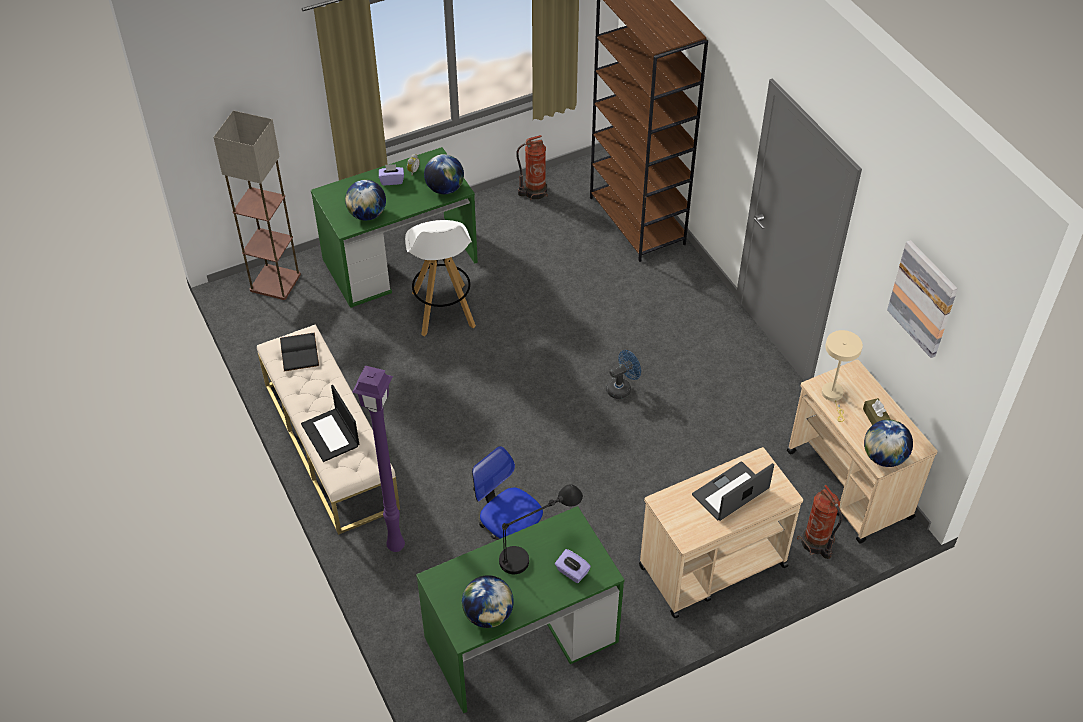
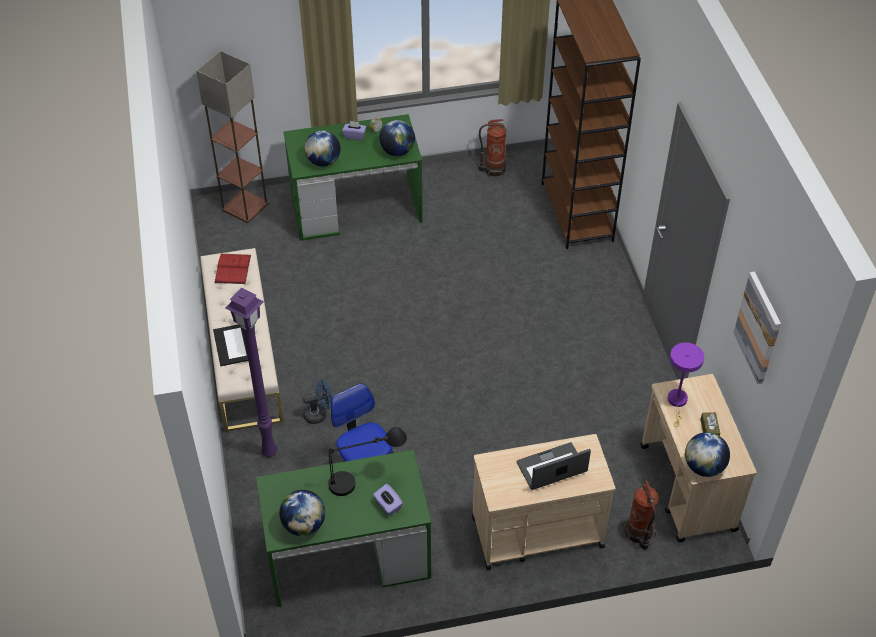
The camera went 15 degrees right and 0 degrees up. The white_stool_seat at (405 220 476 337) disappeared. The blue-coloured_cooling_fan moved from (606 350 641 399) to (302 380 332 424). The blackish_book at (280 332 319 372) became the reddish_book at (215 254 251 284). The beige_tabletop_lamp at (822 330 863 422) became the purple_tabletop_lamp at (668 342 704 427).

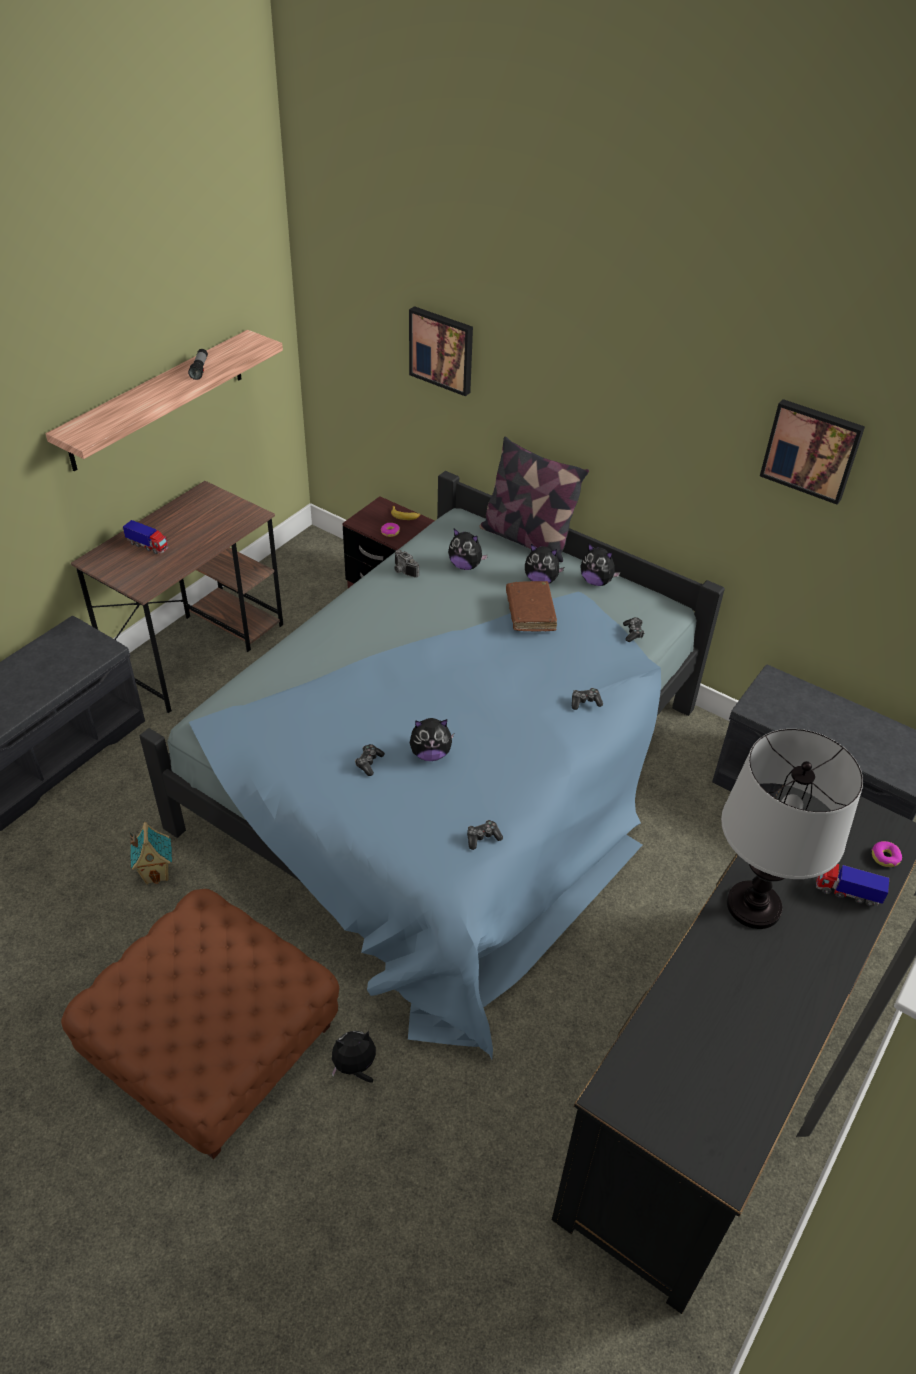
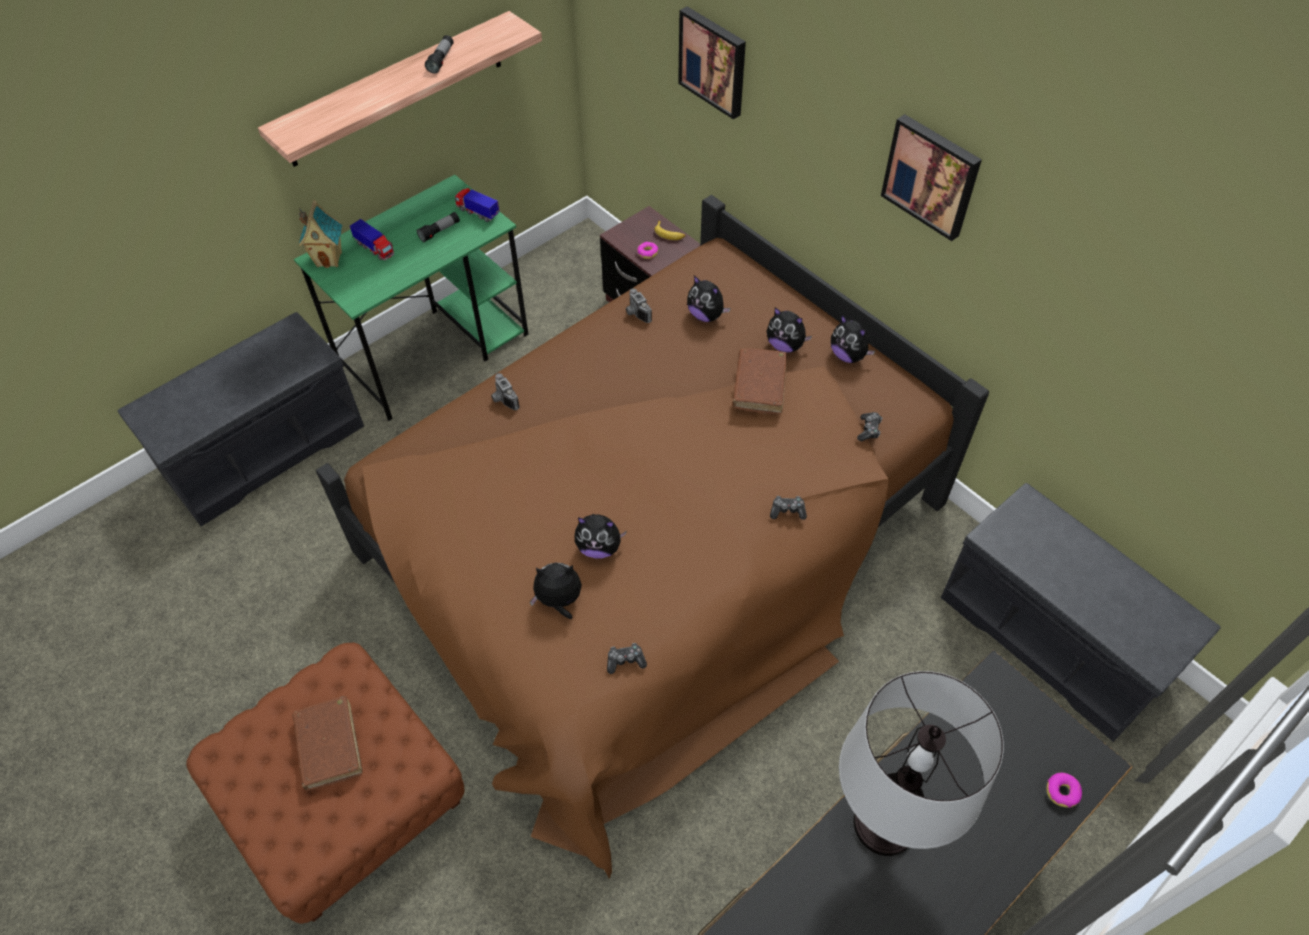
The camera went 15 degrees right and 10 degrees up. The gamepad at (355 744 385 776) disappeared. The throw_pillow at (479 436 589 562) disappeared. The brownish_book at (292 696 363 791) appeared. The torch at (417 212 460 242) appeared. The still_camera at (491 373 520 410) appeared. The model_house moved from (129 822 172 884) to (299 200 343 268). The cuddly_toy moved from (332 1031 376 1083) to (530 563 582 619). The picture moved from (760 399 865 505) to (881 114 982 241). The model_truck moved from (816 864 889 906) to (455 188 500 222). The brownish_desk at (71 481 284 713) became the greenish_desk at (294 175 529 421). The blue-coloured_sleeping_bed at (139 471 725 1059) became the brownish_sleeping_bed at (316 195 989 878).

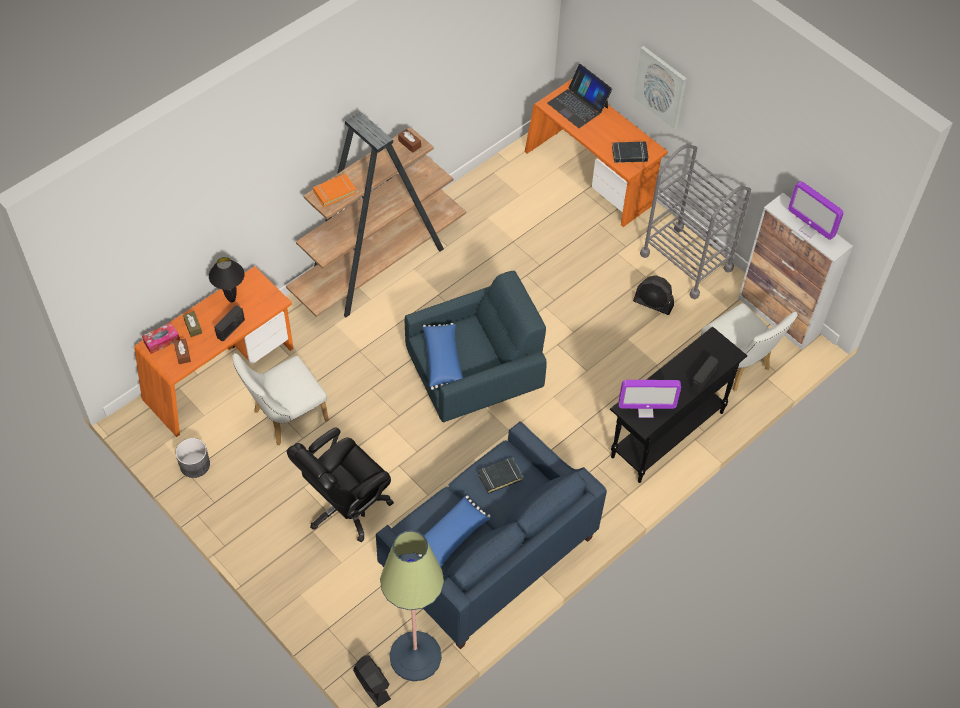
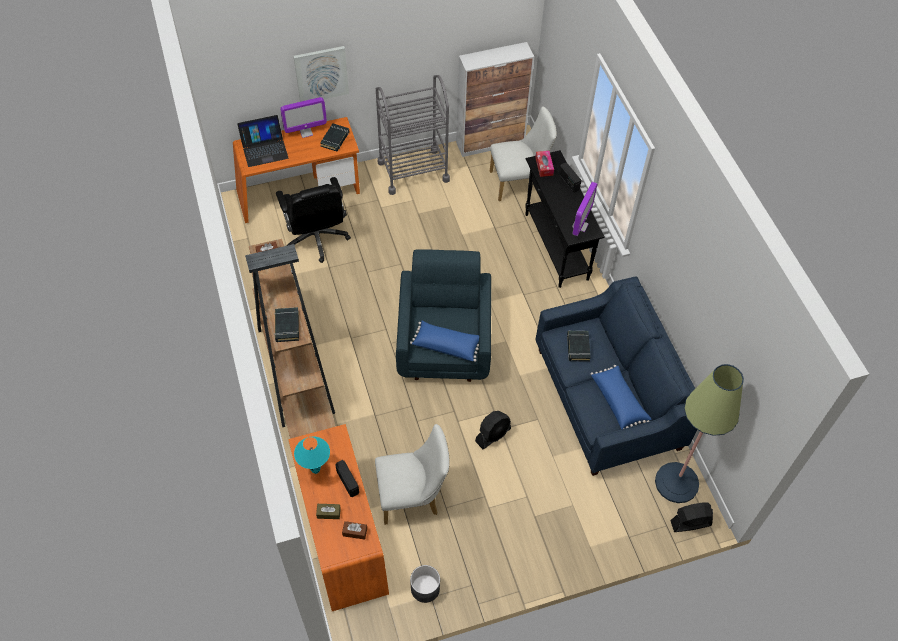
The camera went 65 degrees left and 0 degrees up. The box_of_tissues moved from (142 322 180 354) to (535 151 554 177). The blackish_computer_chair moved from (287 427 394 542) to (276 177 351 263). The blackish_cooling_fan moved from (633 275 674 315) to (475 411 511 450). The monitor moved from (788 181 843 240) to (280 97 327 138). The blackish_tabletop_lamp at (209 257 245 302) became the turquoise-coloured_tabletop_lamp at (294 437 330 474). The orange_book at (313 174 356 207) became the blackish_book at (274 307 299 342). The white_plain_chair at (232 353 329 445) turned 90 degrees counterclockwise.

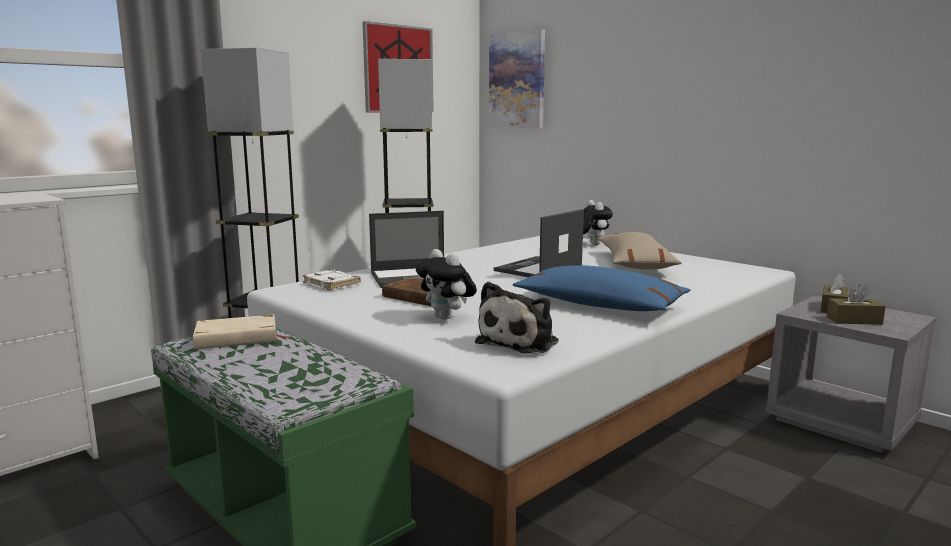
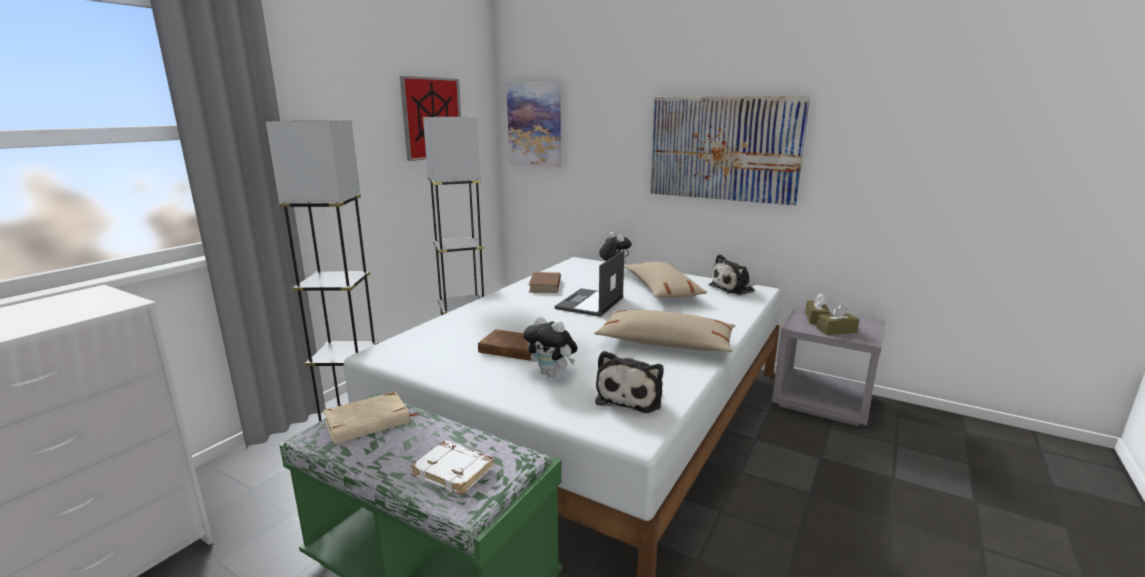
The camera went 15 degrees left and 5 degrees up. The portable_computer at (369 211 444 288) disappeared. The brownish_book at (529 272 561 293) appeared. The picture at (650 96 810 206) appeared. The cuddly_toy at (709 254 755 295) appeared. The white_book moved from (303 269 361 291) to (411 441 495 495). The blue-coloured_throw_pillow at (513 265 691 311) became the beige_throw_pillow at (594 310 735 352).

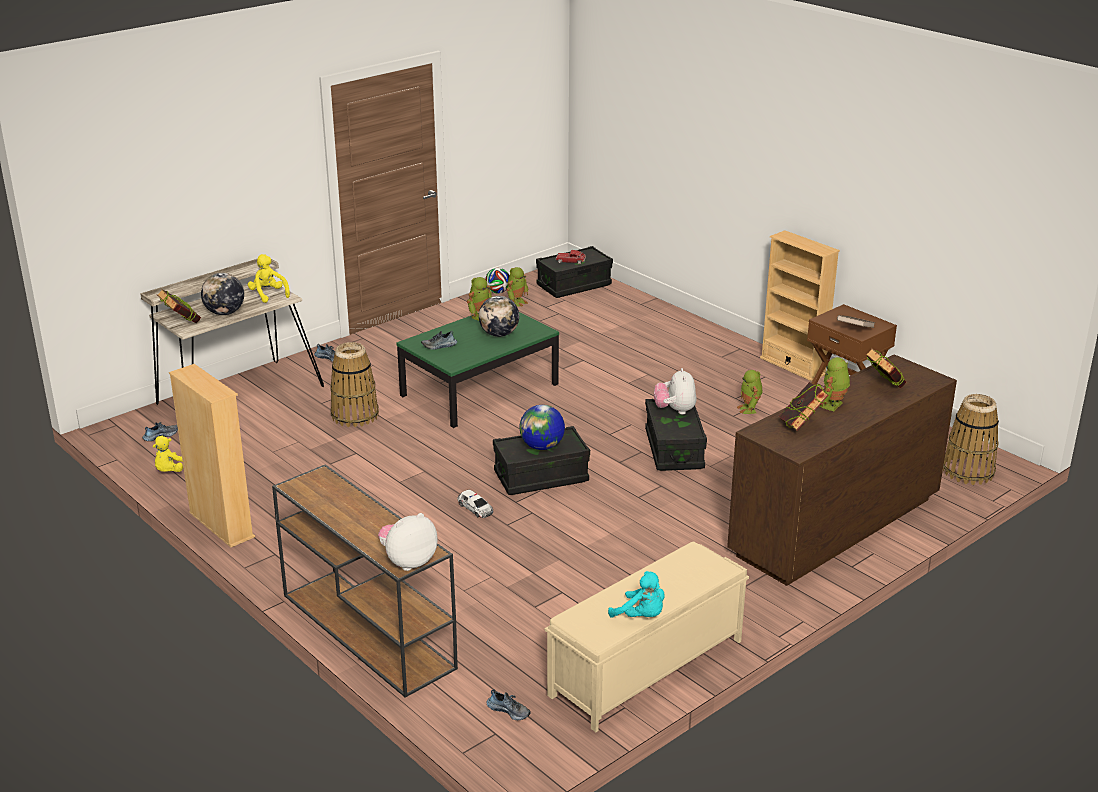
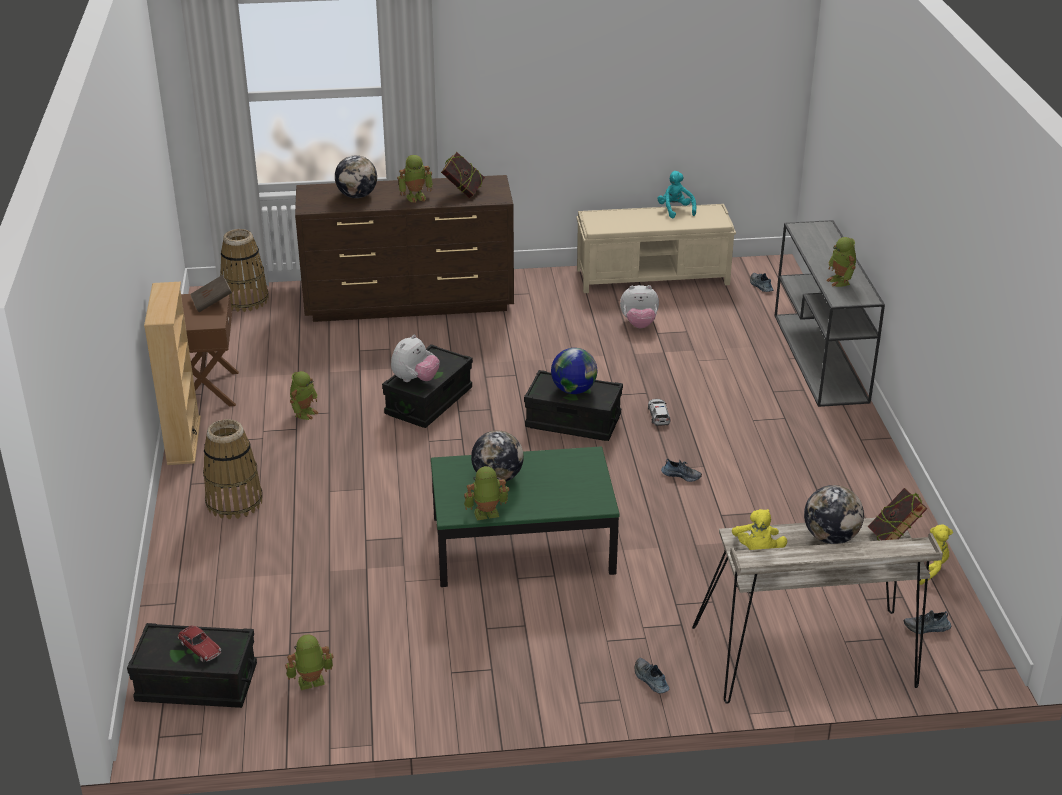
The camera went 145 degrees left and 5 degrees up. The beige_shelving_unit at (169 364 255 547) disappeared. The football at (485 268 510 293) disappeared. The robot_figure at (826 237 856 287) appeared. The household_basket moved from (330 342 379 427) to (203 419 263 519). The cuddly_toy moved from (378 513 437 571) to (620 285 659 328). The low_shoe moved from (421 331 457 350) to (661 459 702 482). The book at (866 348 906 389) was replaced by the globe at (335 155 377 198). The brownish_console_table at (272 464 458 698) became the gray_console_table at (775 220 885 407).

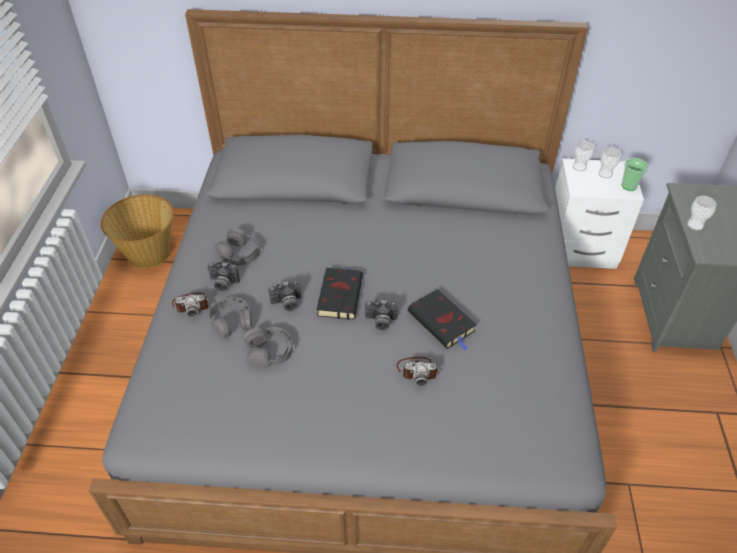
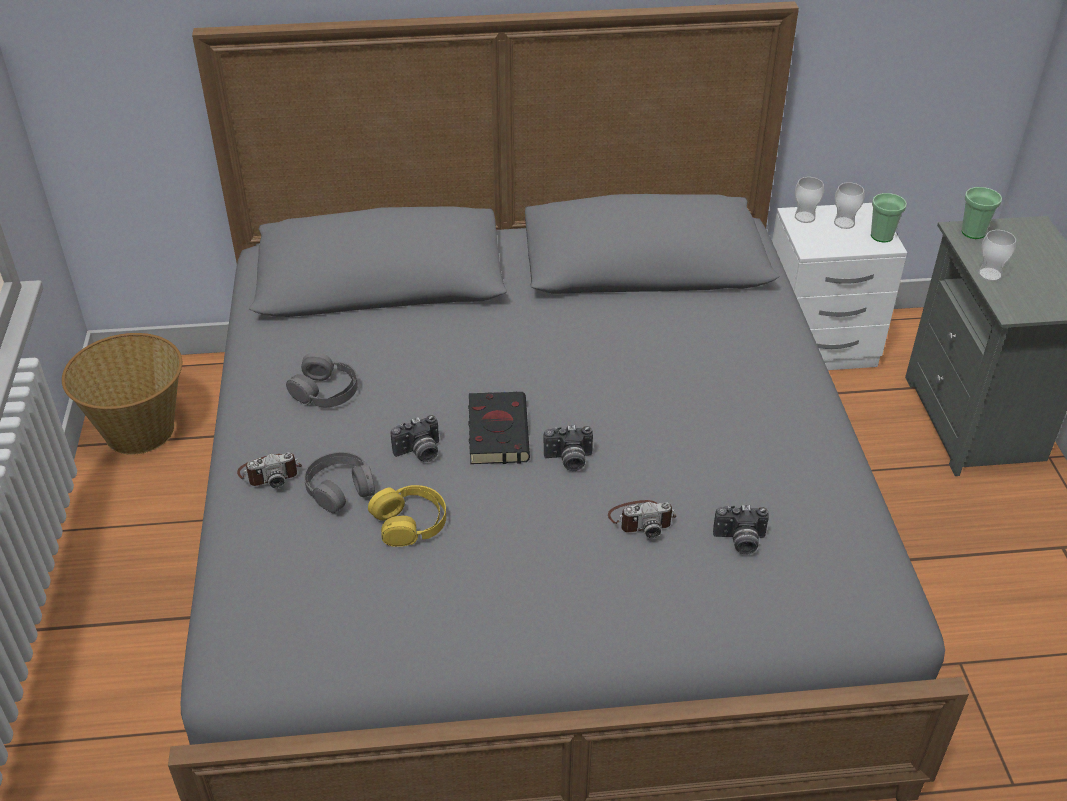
The camera went 10 degrees left and 5 degrees down. The blackish_book at (408 289 477 351) disappeared. The small_cup at (961 187 1002 239) appeared. The still_camera moved from (207 262 240 291) to (713 505 769 555). The gray_headphones at (243 327 293 367) became the yellow_headphones at (368 485 446 547).

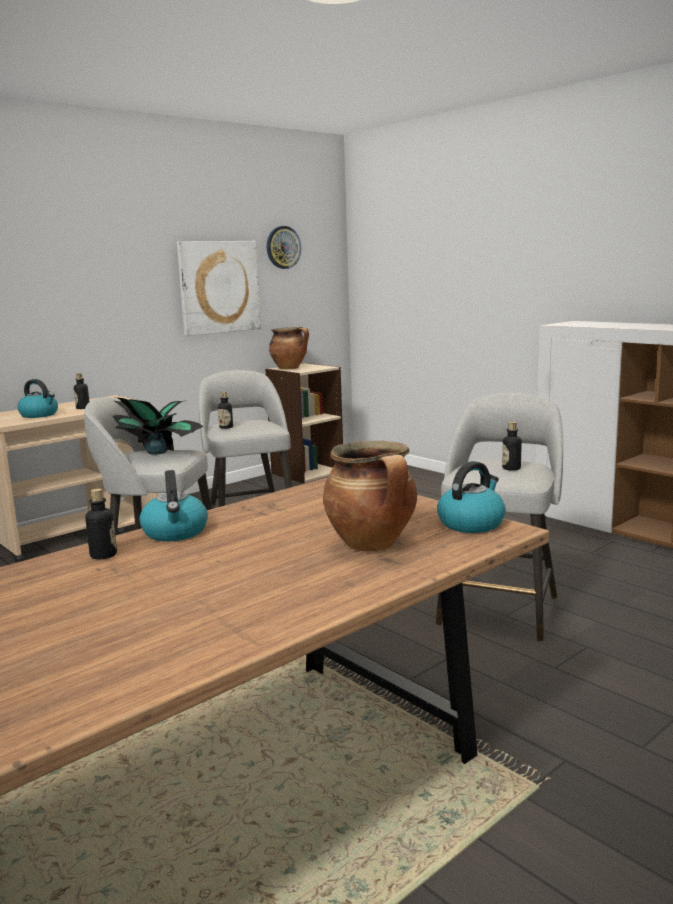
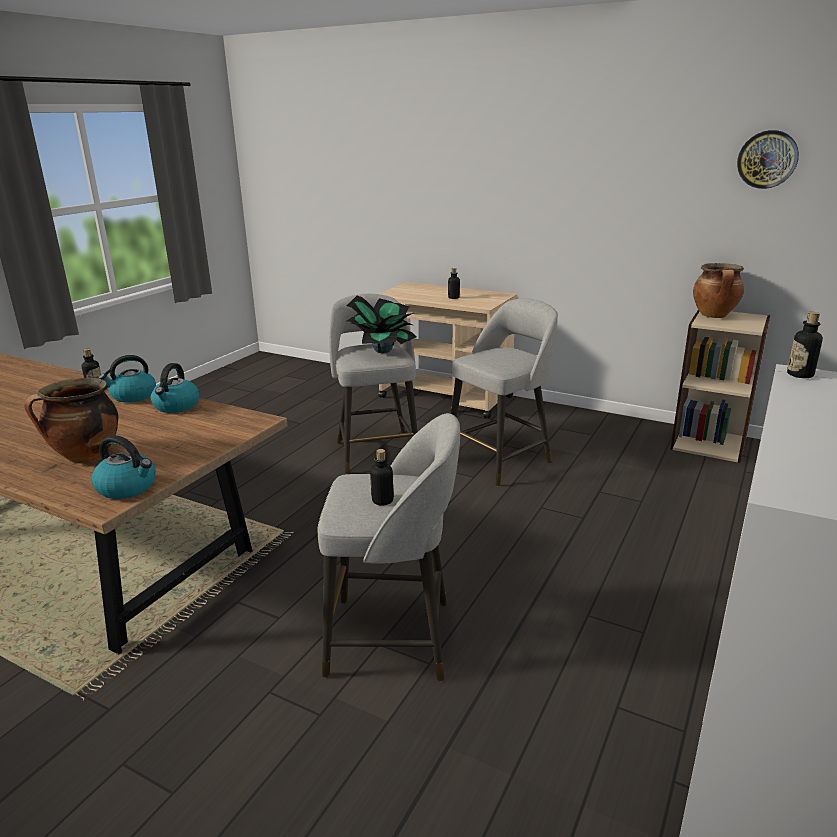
The camera went 70 degrees right and 10 degrees up. The picture at (177 241 261 336) disappeared. The tea_kettle moved from (18 379 58 418) to (151 363 199 413). The drink_bottle moved from (218 392 233 429) to (787 312 823 378).

